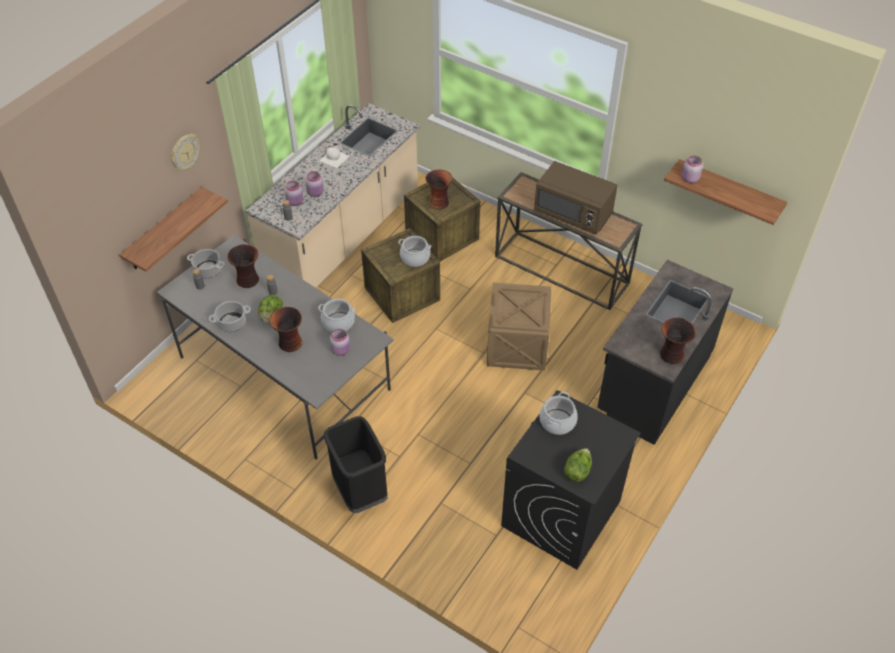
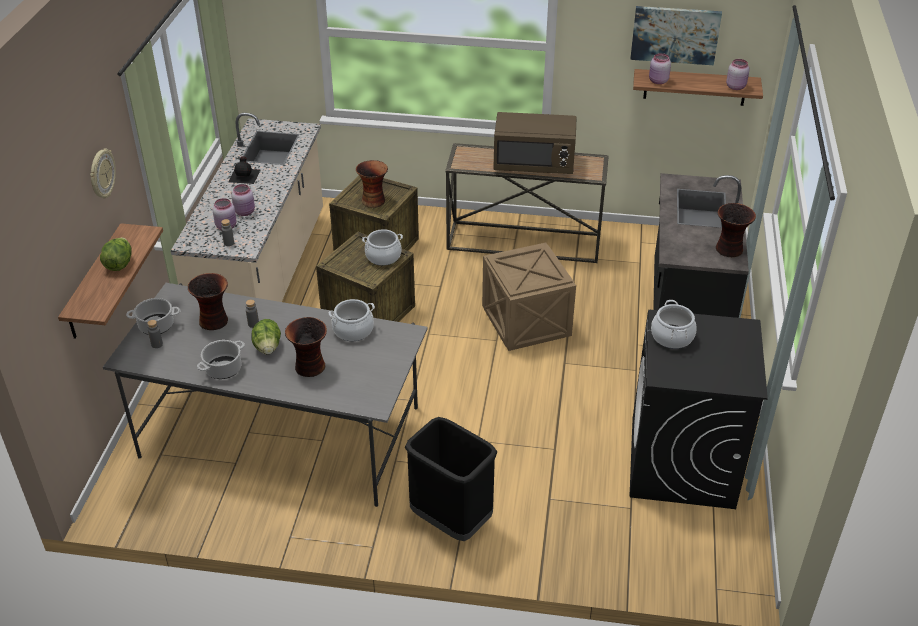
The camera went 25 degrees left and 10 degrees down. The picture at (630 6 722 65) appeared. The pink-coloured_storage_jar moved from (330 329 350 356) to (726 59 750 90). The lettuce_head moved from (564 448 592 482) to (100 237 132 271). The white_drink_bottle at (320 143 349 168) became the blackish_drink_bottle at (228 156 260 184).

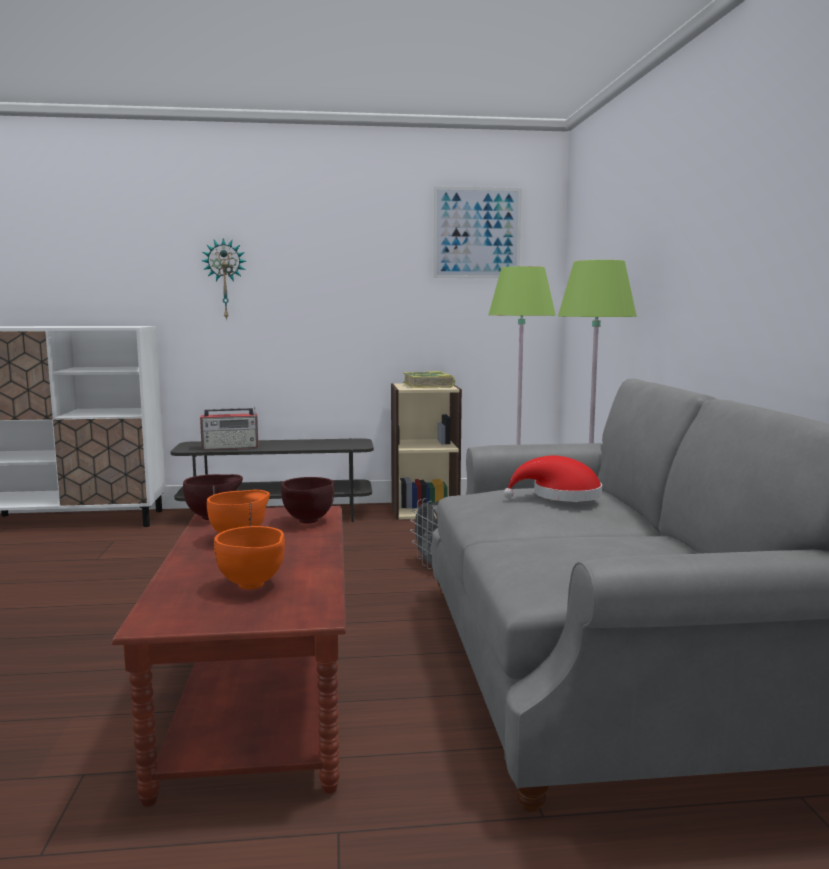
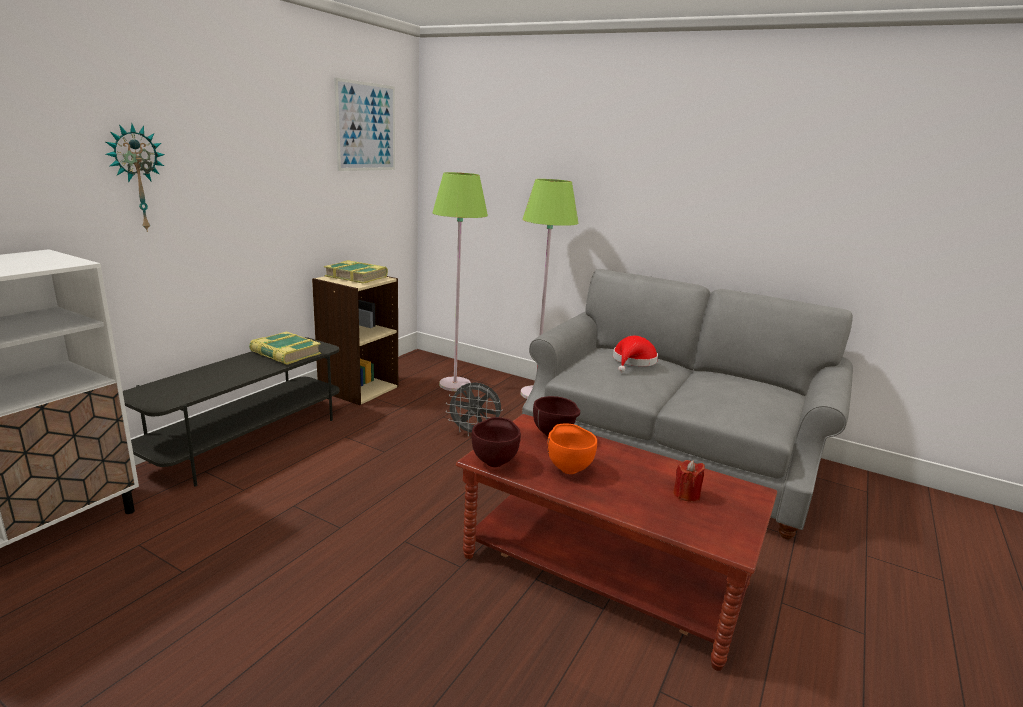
The camera went 55 degrees left and 10 degrees up. The radio_set at (200 407 259 450) disappeared. The book at (249 331 321 365) appeared. The orange_bowl at (214 526 285 589) was replaced by the reddish_wax_light at (673 460 705 502).

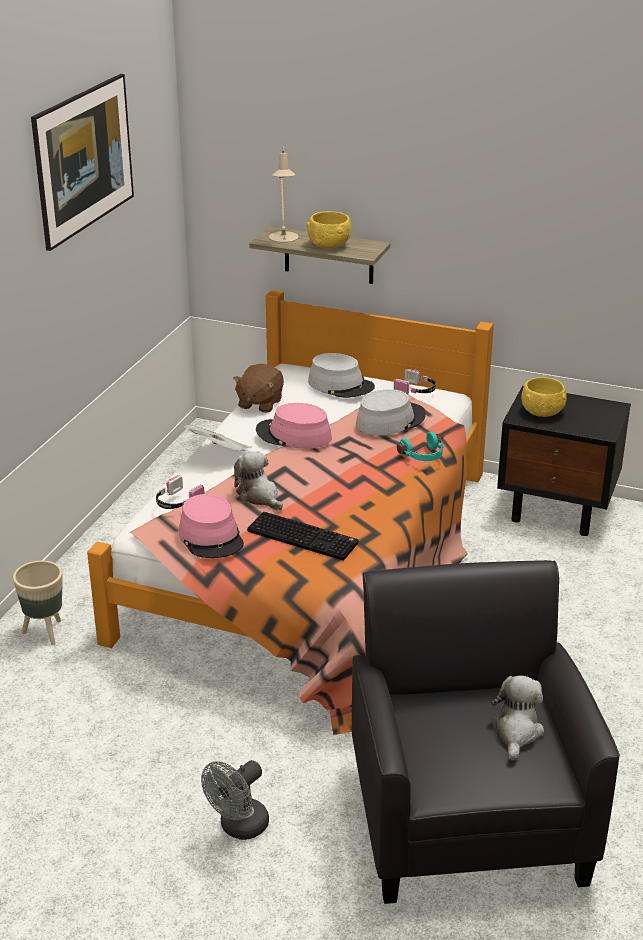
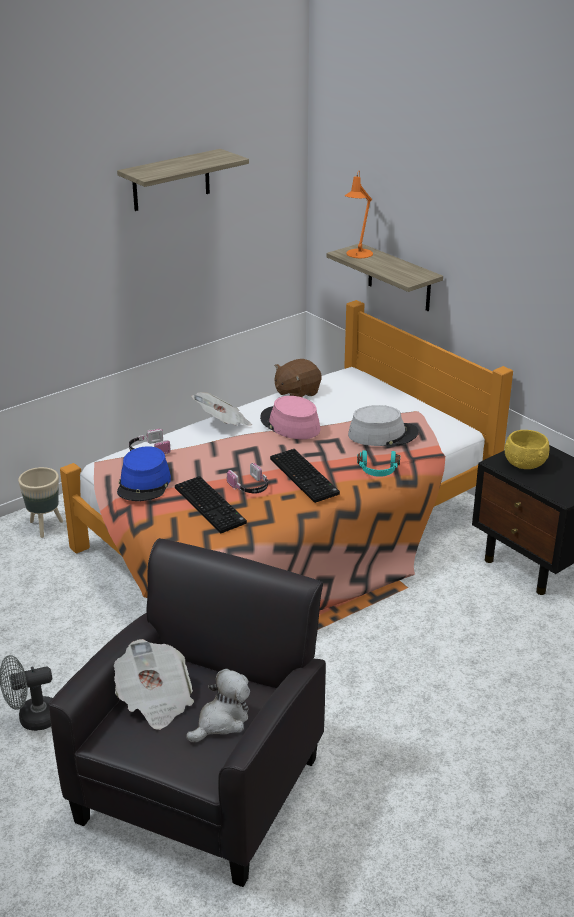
The camera went 30 degrees right and 0 degrees up. The cuddly_toy at (234 451 283 510) disappeared. The yellow_bowl at (307 211 351 248) disappeared. The gray_clothing_hat at (308 353 375 398) disappeared. The daily_paper at (114 639 194 730) appeared. The PC_keyboard at (270 449 340 503) appeared. The headphones moved from (394 369 436 394) to (227 463 268 494). The picture at (31 74 134 251) was replaced by the bracket_shelf at (117 149 249 211). The pink-coloured_clothing_hat at (179 494 244 558) became the blue-coloured_clothing_hat at (117 446 171 501). The beige_tabletop_lamp at (269 148 298 242) became the orange_tabletop_lamp at (345 171 373 258).

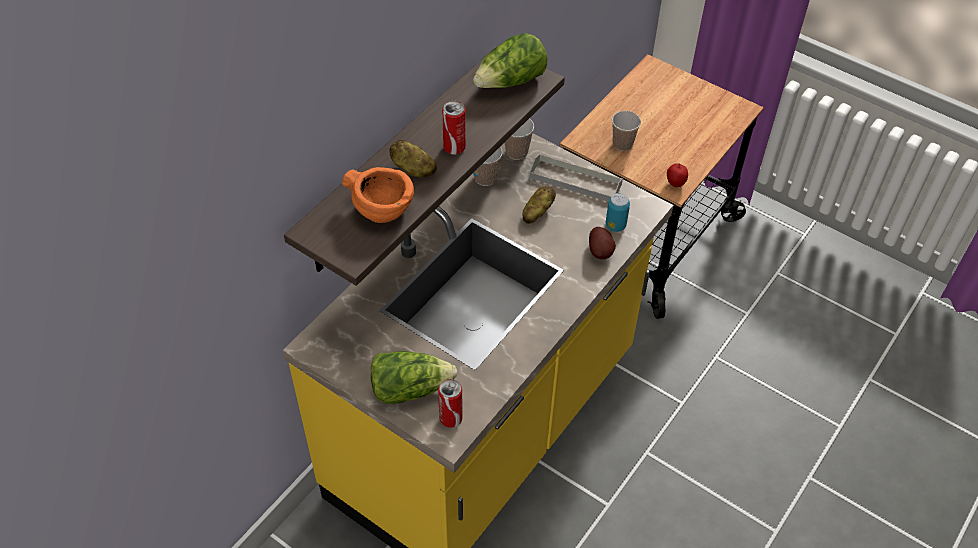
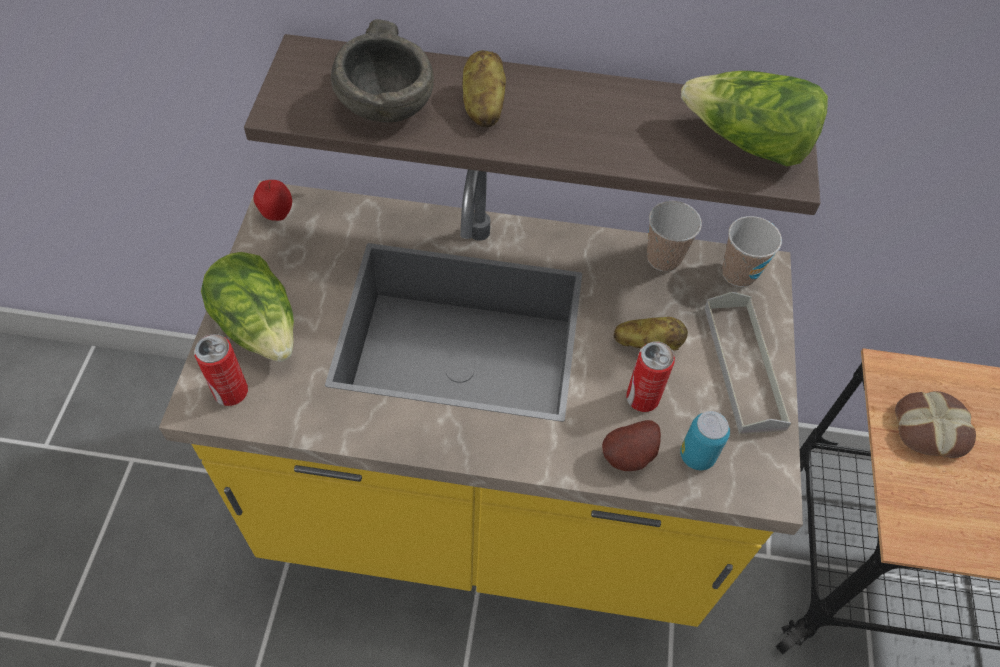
The camera went 60 degrees right and 5 degrees up. The metal_can moved from (442 101 466 154) to (626 342 675 412). The apple moved from (667 163 688 187) to (253 180 292 221). The small_cup at (612 111 641 151) was replaced by the bakery_bread at (895 391 976 458). The orange_bowl at (342 167 414 223) became the gray_bowl at (331 19 434 122).

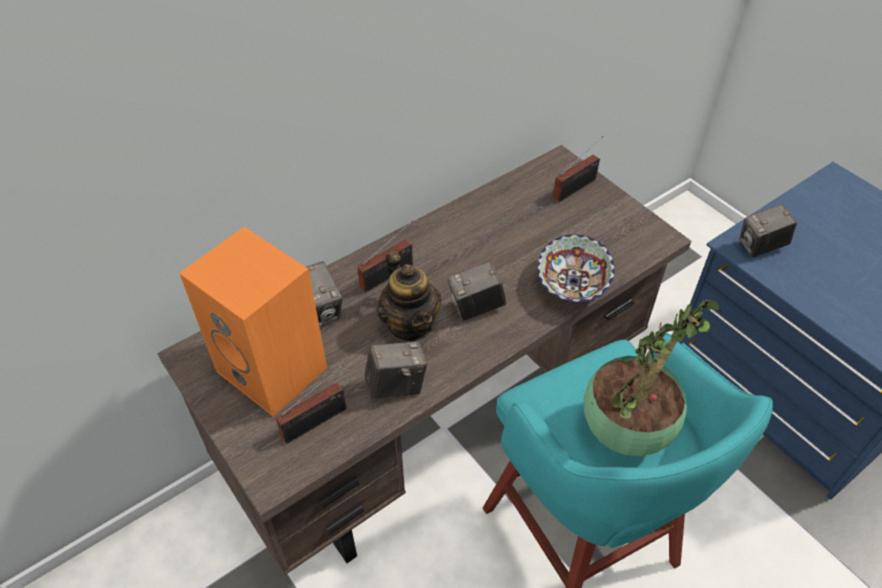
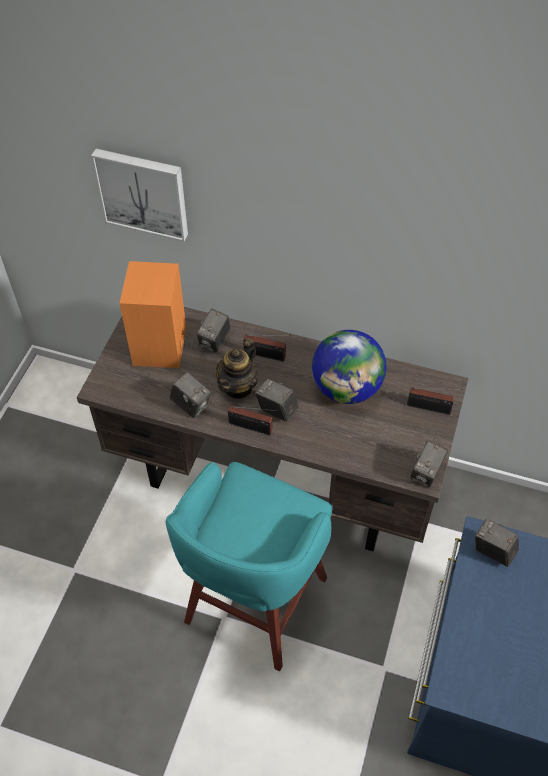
The camera went 55 degrees right and 5 degrees up. The bowl at (537 234 615 303) disappeared. The potted_plant at (584 299 721 456) disappeared. The picture at (91 149 188 242) appeared. The globe at (312 330 386 404) appeared. The still_camera at (410 440 448 488) appeared. The radio_set moved from (276 364 346 444) to (228 406 277 435).

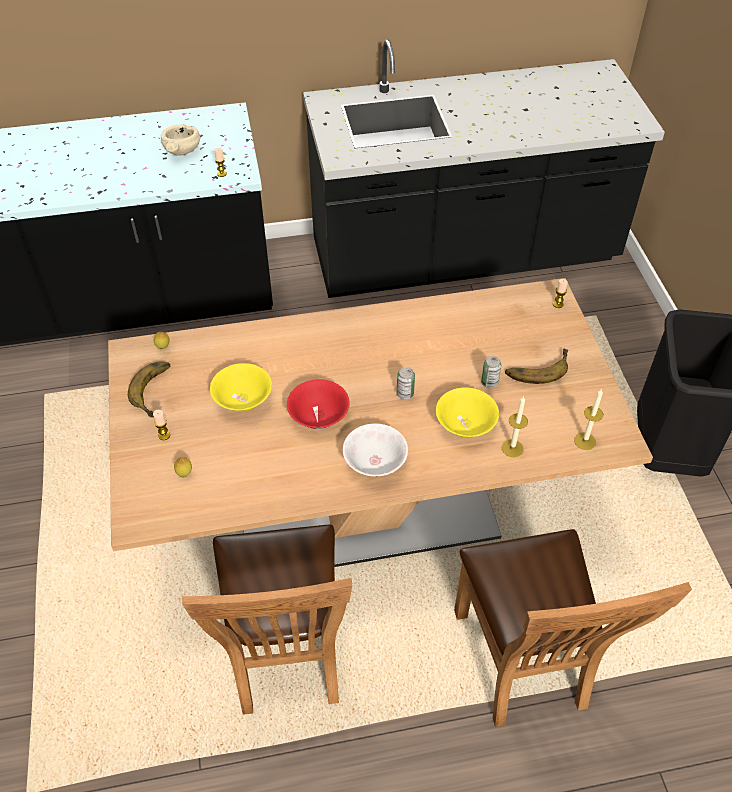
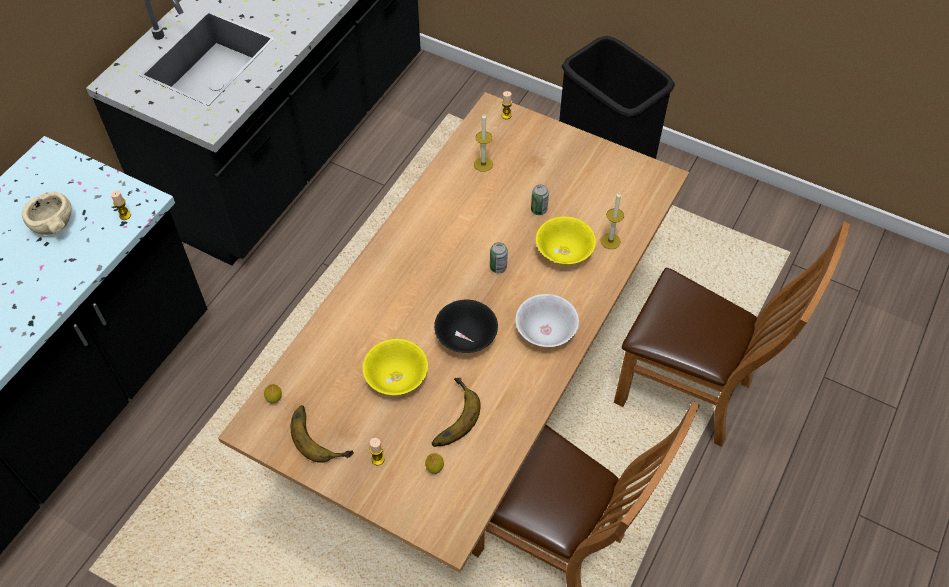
The camera went 50 degrees left and 5 degrees up. The banana moved from (505 349 568 384) to (432 378 481 447). The wax_light moved from (574 389 603 450) to (474 114 493 172). The reddish_bowl at (287 379 350 429) became the blackish_bowl at (434 300 498 353).

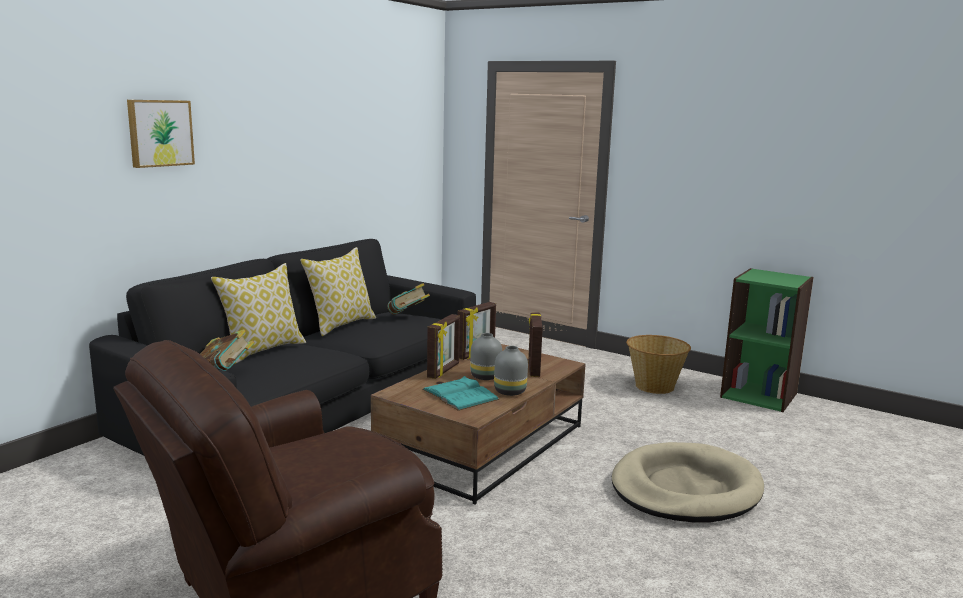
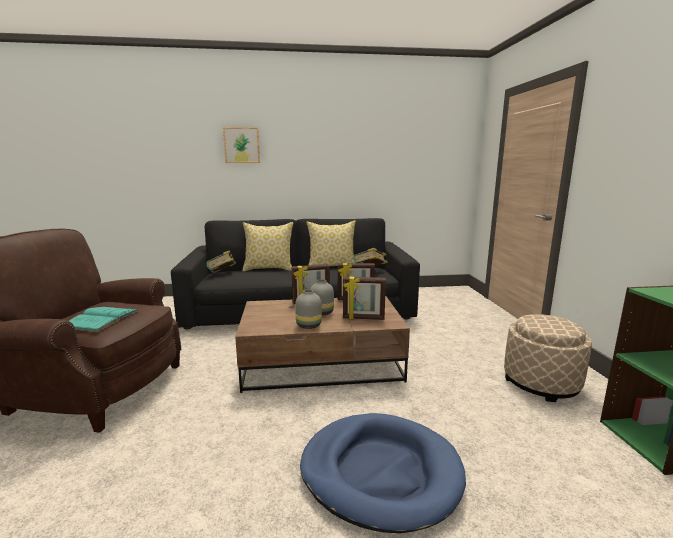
The camera went 50 degrees right and 0 degrees up. The turquoise-coloured_book moved from (422 376 499 411) to (69 307 138 332). The household_basket at (626 335 691 394) was replaced by the beige_ottoman at (504 314 592 402). The beige_pet_bed at (612 442 764 522) became the blue-coloured_pet_bed at (300 413 466 533). The photo_frame at (528 312 543 377) turned 135 degrees counterclockwise.

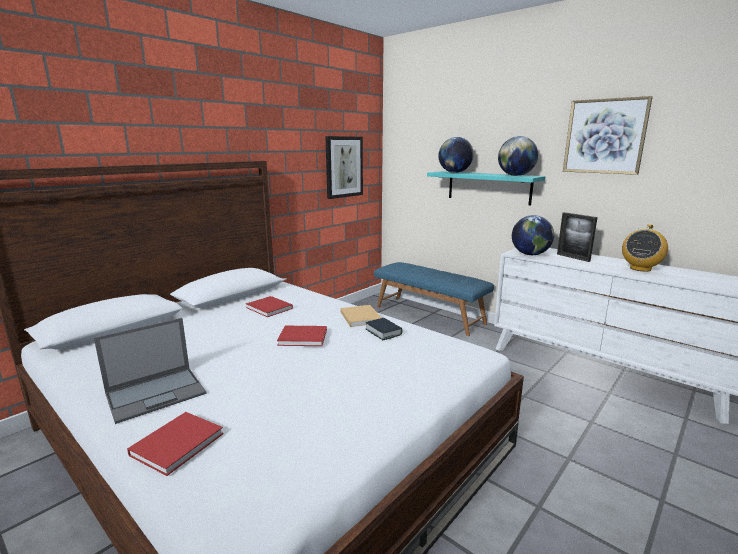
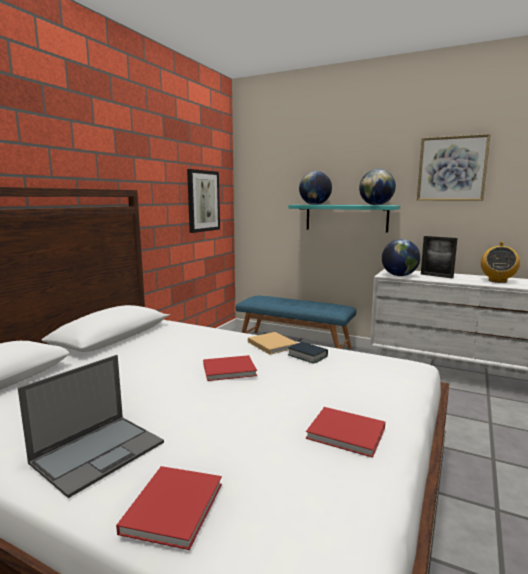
The camera went 15 degrees left and 5 degrees down. The reddish_book moved from (246 296 293 317) to (306 407 385 458).

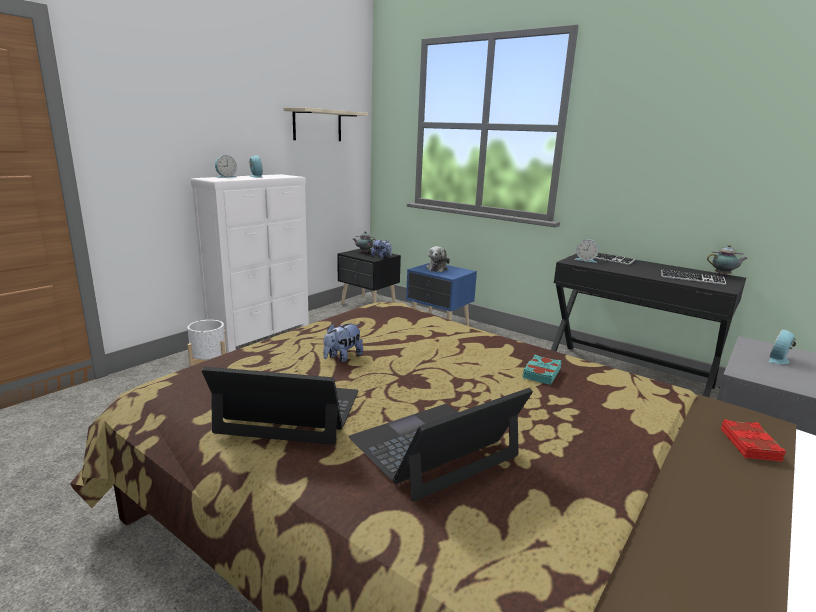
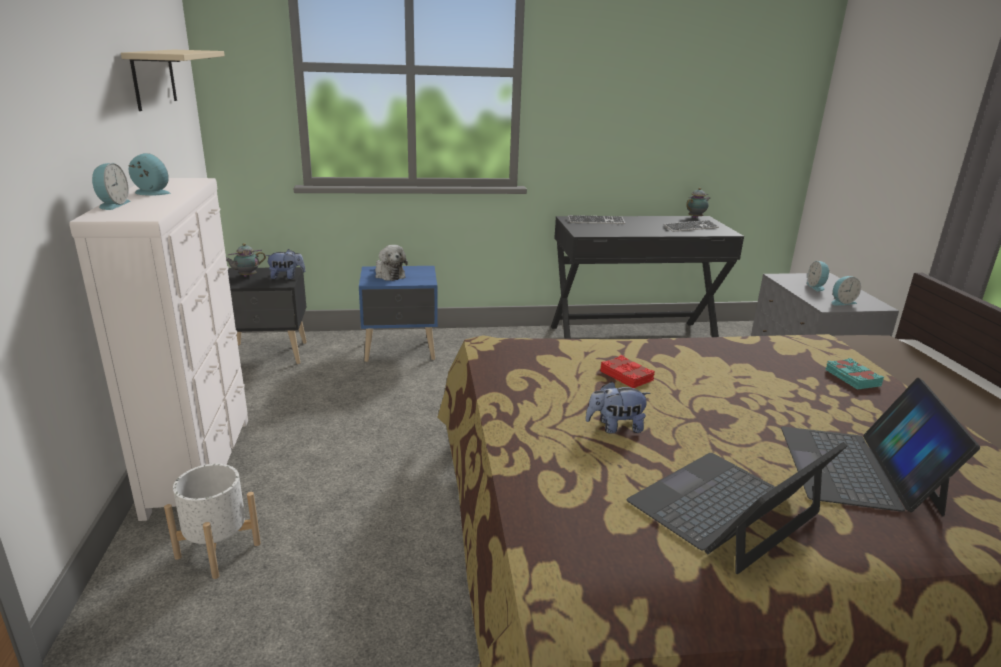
The camera went 45 degrees left and 5 degrees up. The turquoise-coloured_book moved from (522 355 562 385) to (825 358 884 390). The table_clock moved from (575 239 599 263) to (831 276 861 306). The reddish_book moved from (721 419 786 462) to (600 355 655 388). The cuddly_toy at (323 323 363 362) turned 90 degrees clockwise.

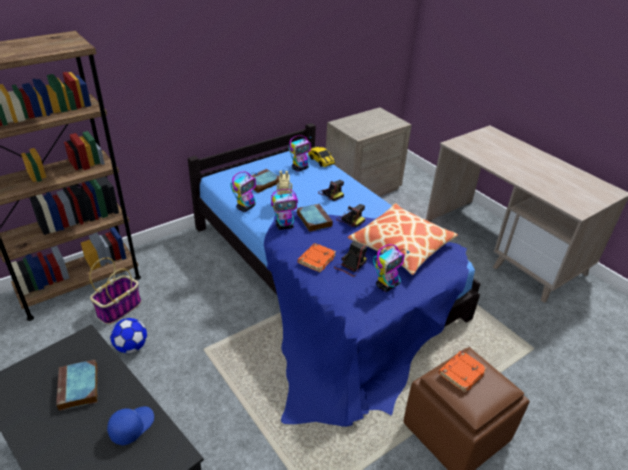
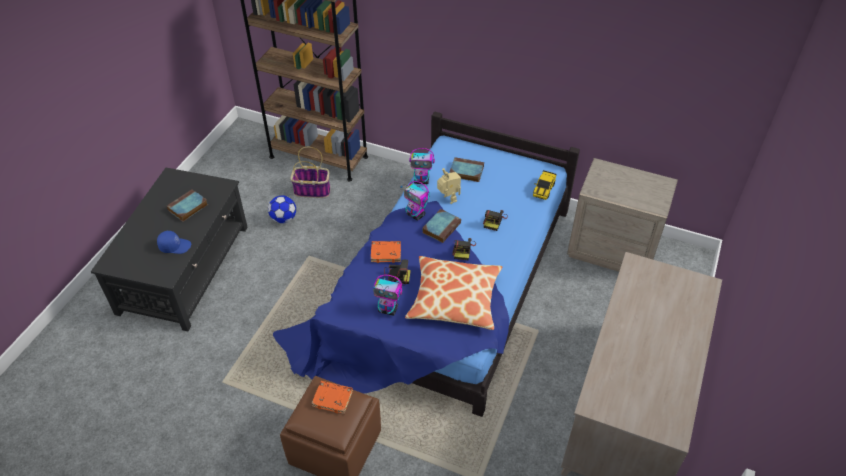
The camera went 60 degrees right and 10 degrees up. The robot_figure at (289 135 311 172) disappeared.

